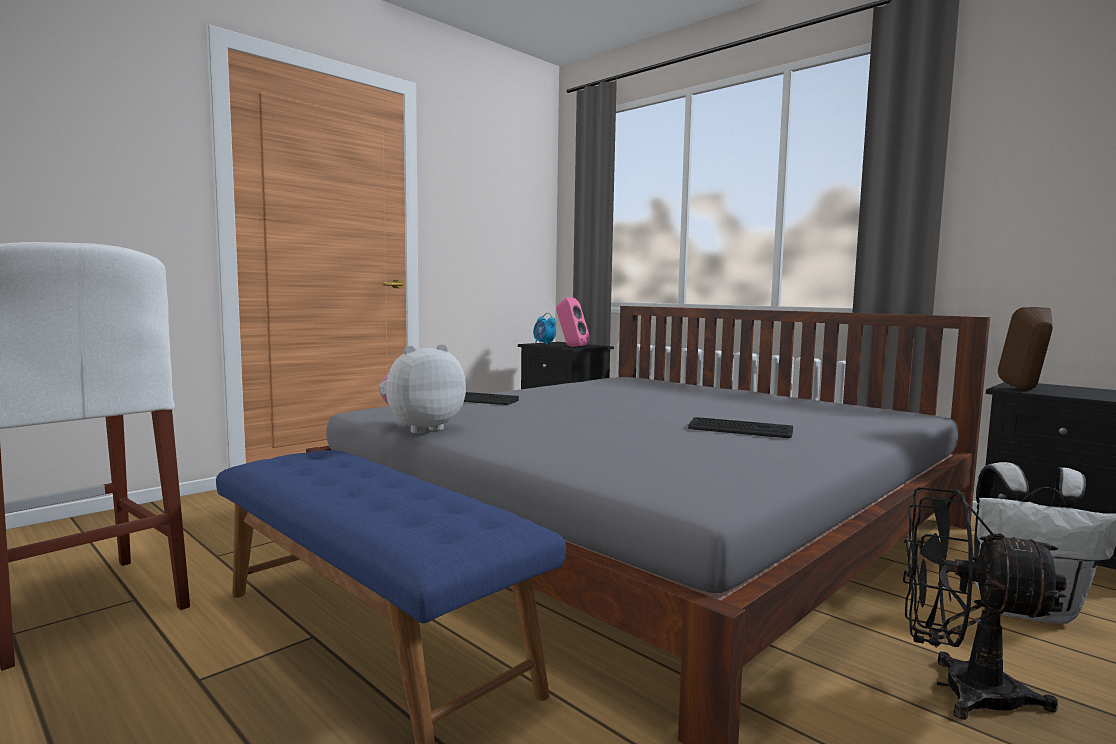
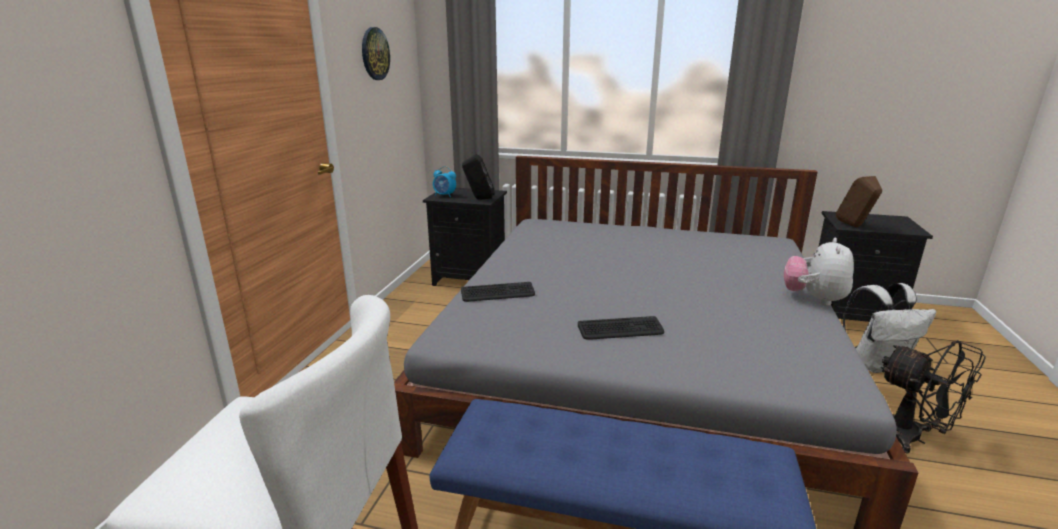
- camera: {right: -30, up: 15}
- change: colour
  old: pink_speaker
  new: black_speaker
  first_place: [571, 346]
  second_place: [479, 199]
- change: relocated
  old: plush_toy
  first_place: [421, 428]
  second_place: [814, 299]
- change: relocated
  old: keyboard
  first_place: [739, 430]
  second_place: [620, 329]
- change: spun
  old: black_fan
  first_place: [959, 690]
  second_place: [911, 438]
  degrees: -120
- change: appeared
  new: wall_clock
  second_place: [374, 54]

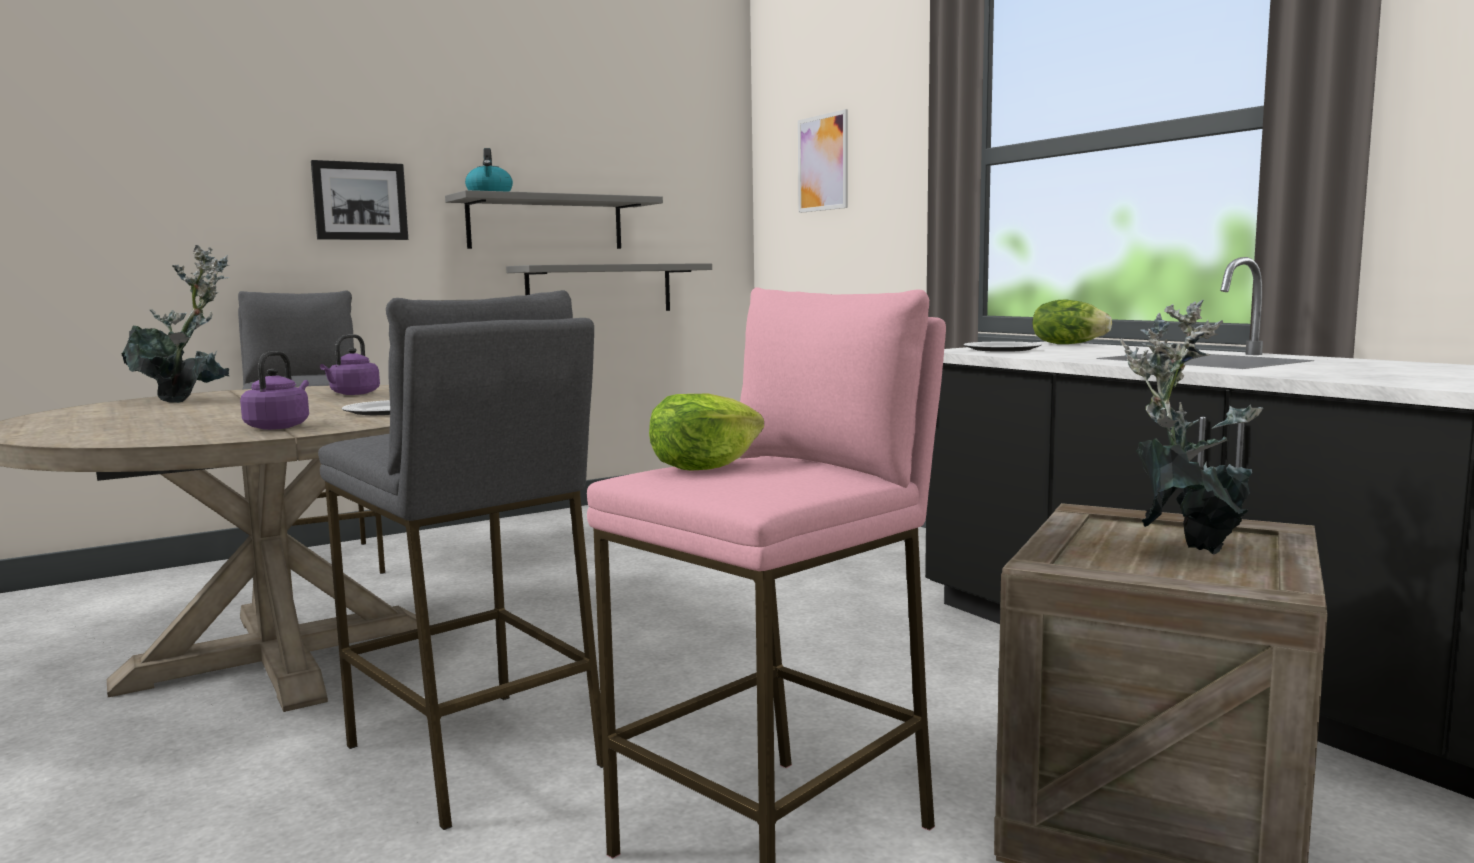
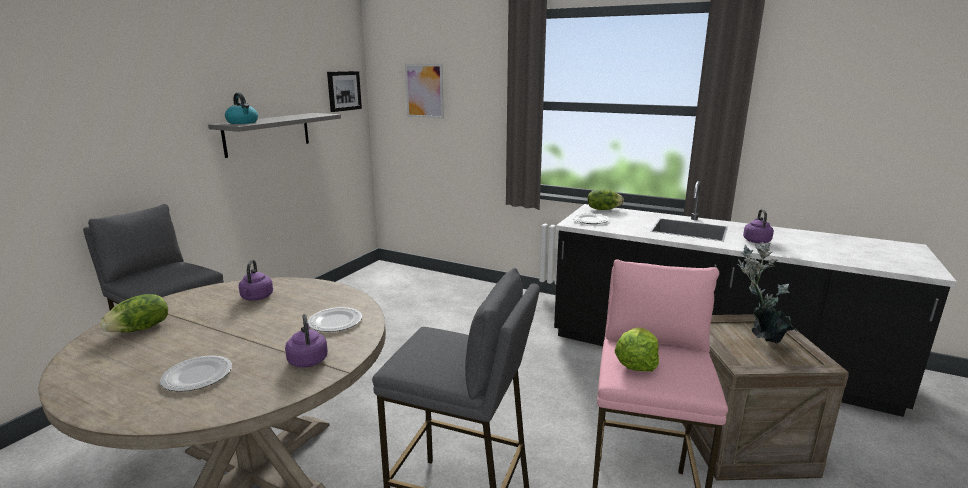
- camera: {right: -30, up: 10}
- change: relocated
  old: picture
  first_place: [360, 201]
  second_place: [343, 91]
- change: exchanged
  old: potted_plant
  new: lettuce
  first_place: [186, 400]
  second_place: [141, 329]
- change: missing
  old: grey_shelf
  first_place: [600, 289]
- change: appeared
  new: purple_kettle
  second_place: [756, 240]
- change: appeared
  new: plate
  second_place: [198, 375]

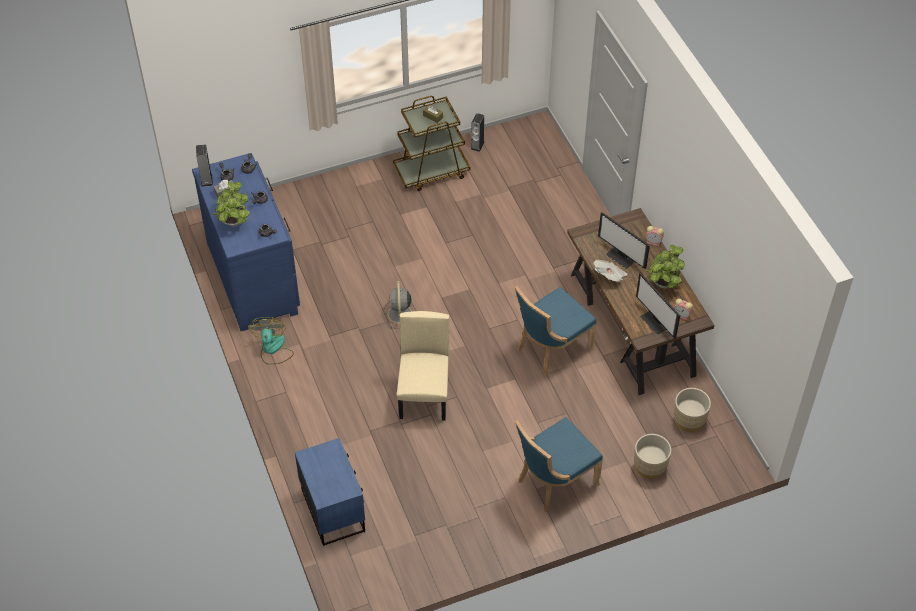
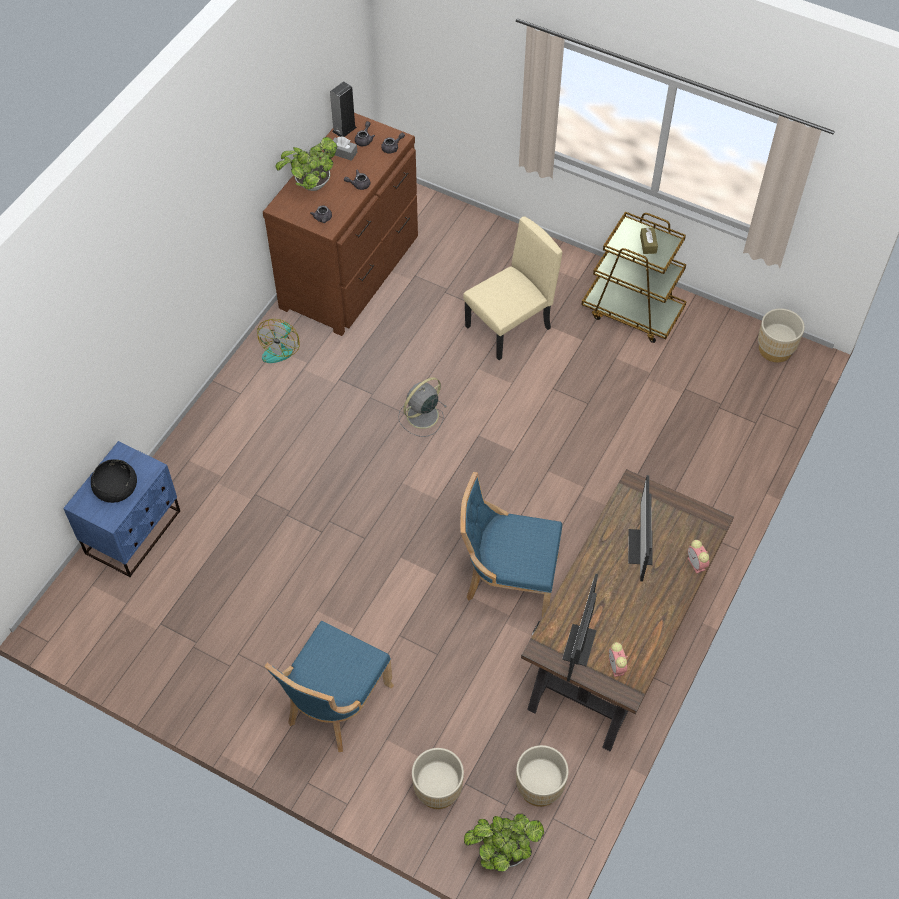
- camera: {right: 50, up: 5}
- change: missing
  old: speaker
  first_place: [477, 145]
- change: colour
  old: blue_dresser
  new: brown_dresser
  first_place: [254, 277]
  second_place: [352, 272]
- change: relocated
  old: potted_plant
  first_place: [663, 284]
  second_place: [503, 851]
- change: missing
  old: newspaper
  first_place: [610, 276]
- change: relocated
  old: beige_chair
  first_place: [424, 397]
  second_place: [508, 328]
- change: spun
  old: fan
  first_place: [273, 349]
  second_place: [281, 347]
  degrees: 150
- change: spun
  old: blue_chair
  first_place: [554, 482]
  second_place: [335, 706]
  degrees: -75
- change: appeared
  new: beige_planter
  second_place: [775, 349]
- change: appeared
  new: black_bowl
  second_place: [116, 487]

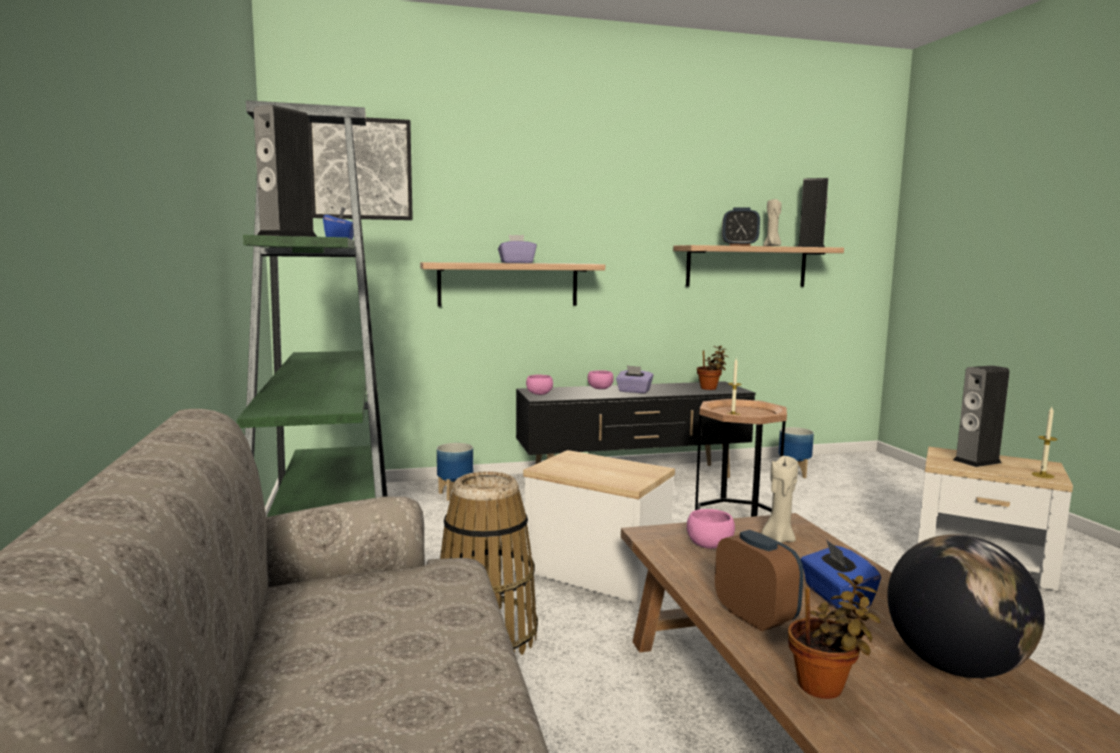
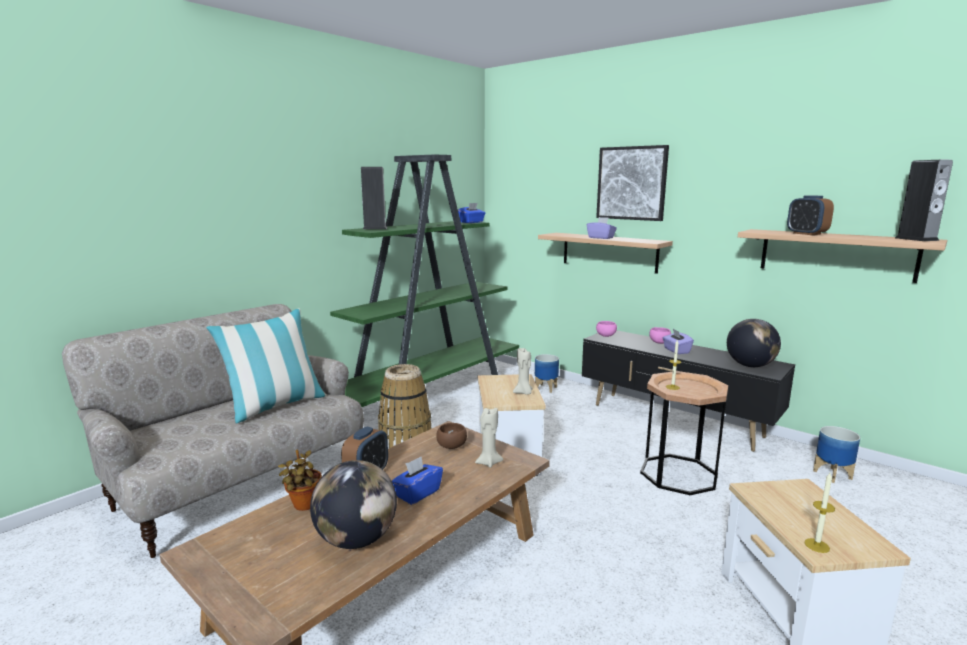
- camera: {right: 55, up: 5}
- change: relocated
  old: picture
  first_place: [361, 169]
  second_place: [631, 183]
- change: relocated
  old: beige_candle
  first_place: [772, 246]
  second_place: [523, 393]
- change: exchanged
  old: potted_plant
  new: globe
  first_place: [710, 388]
  second_place: [750, 365]
- change: missing
  old: speaker
  first_place: [977, 461]
- change: colour
  old: pink_bowl
  new: brown_bowl
  first_place: [710, 545]
  second_place: [452, 446]
- change: appeared
  new: pillow
  second_place: [275, 406]

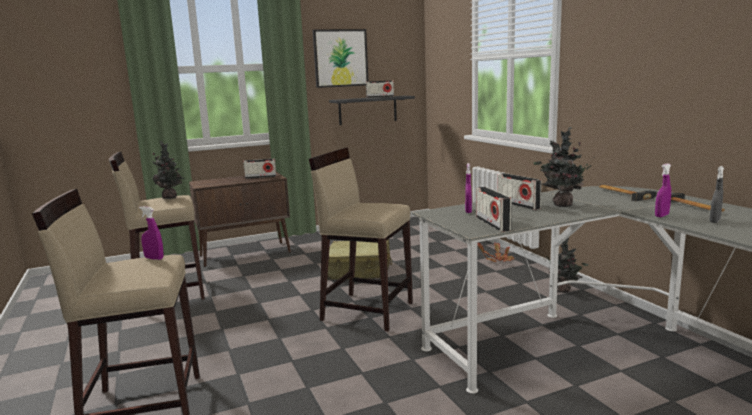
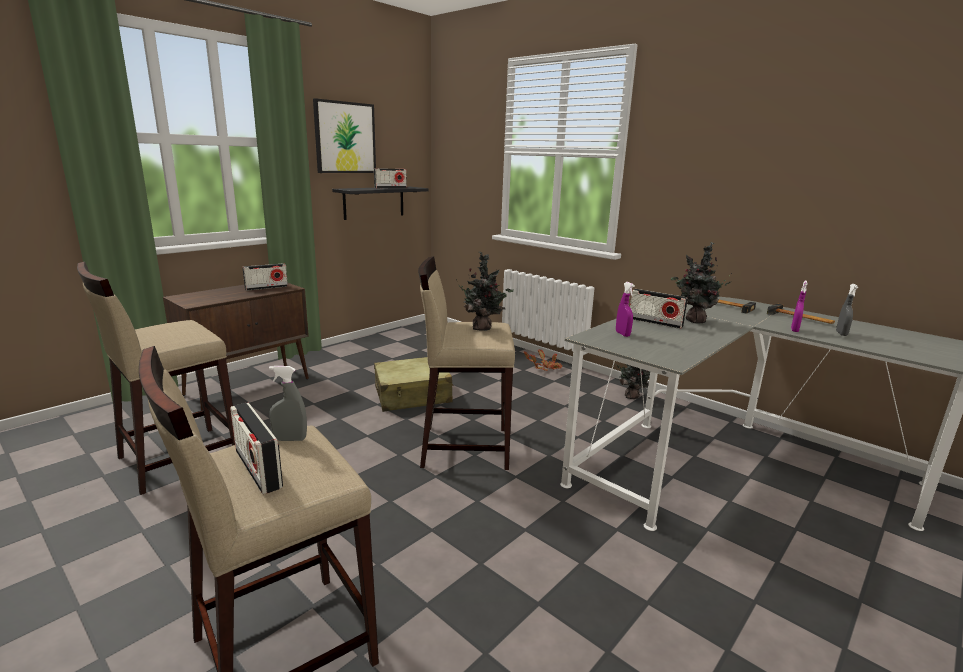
- camera: {right: -25, up: 5}
- change: relocated
  old: potted_plant
  first_place: [171, 197]
  second_place: [483, 328]
- change: relocated
  old: radio
  first_place: [492, 223]
  second_place: [258, 469]
- change: colour
  old: purple_spray_bottle
  new: grey_spray_bottle
  first_place: [154, 258]
  second_place: [290, 439]

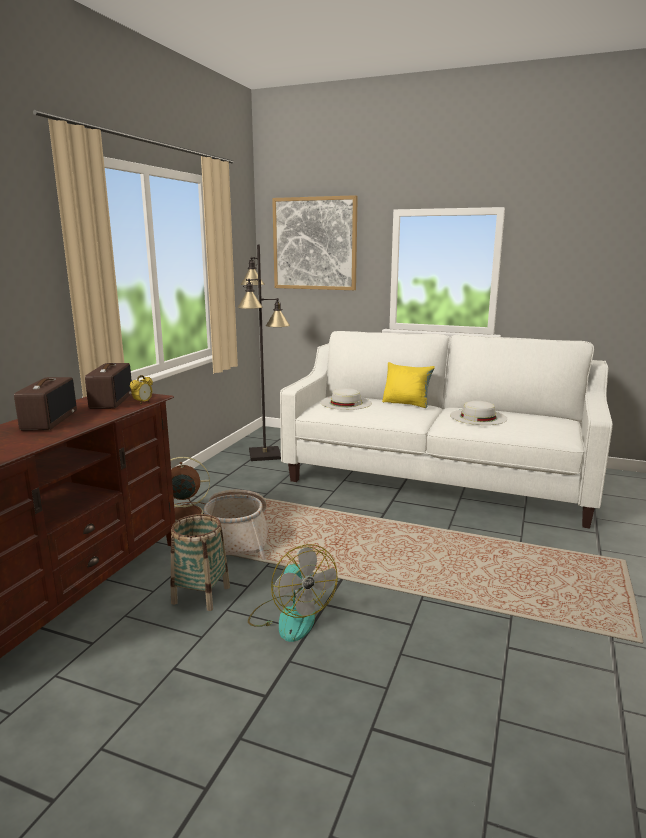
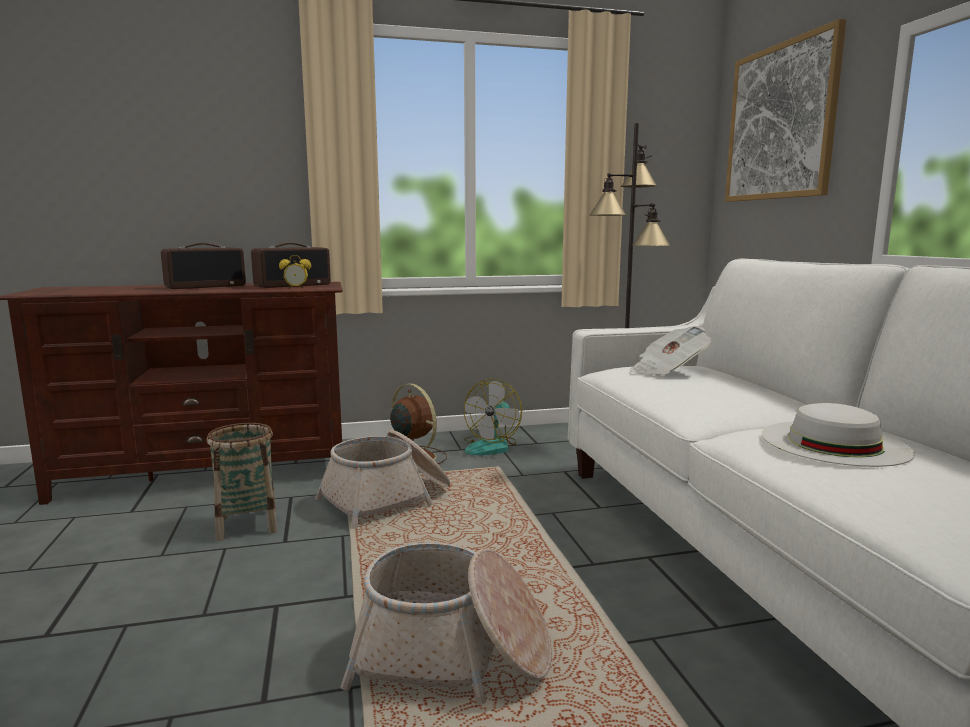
- camera: {right: 55, up: -5}
- change: missing
  old: yellow_pillow
  first_place: [406, 403]
- change: exchanged
  old: white_hat
  new: newspaper
  first_place: [346, 403]
  second_place: [667, 371]
- change: relocated
  old: fan
  first_place: [290, 617]
  second_place: [492, 446]
- change: appeared
  new: basket
  second_place: [452, 654]

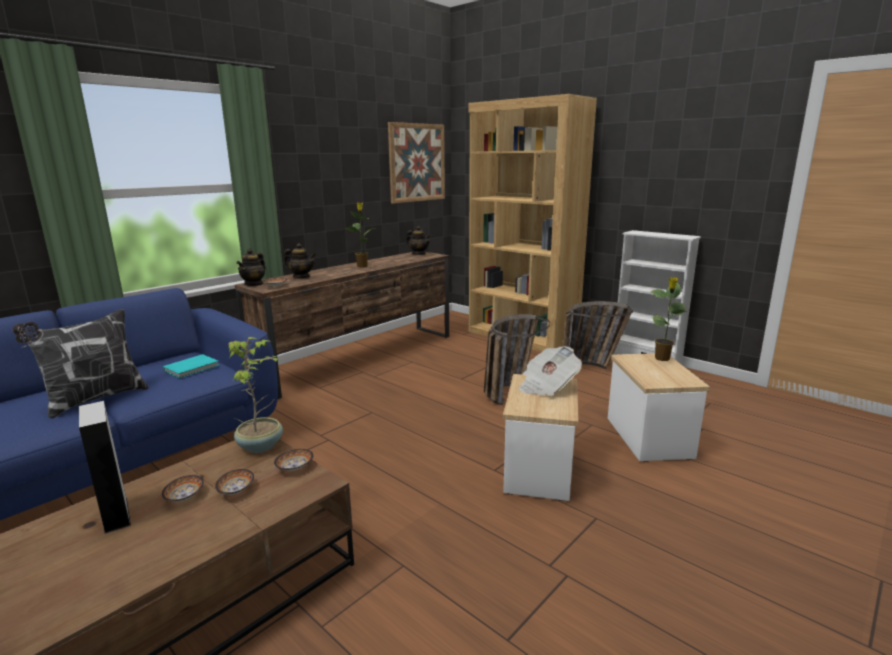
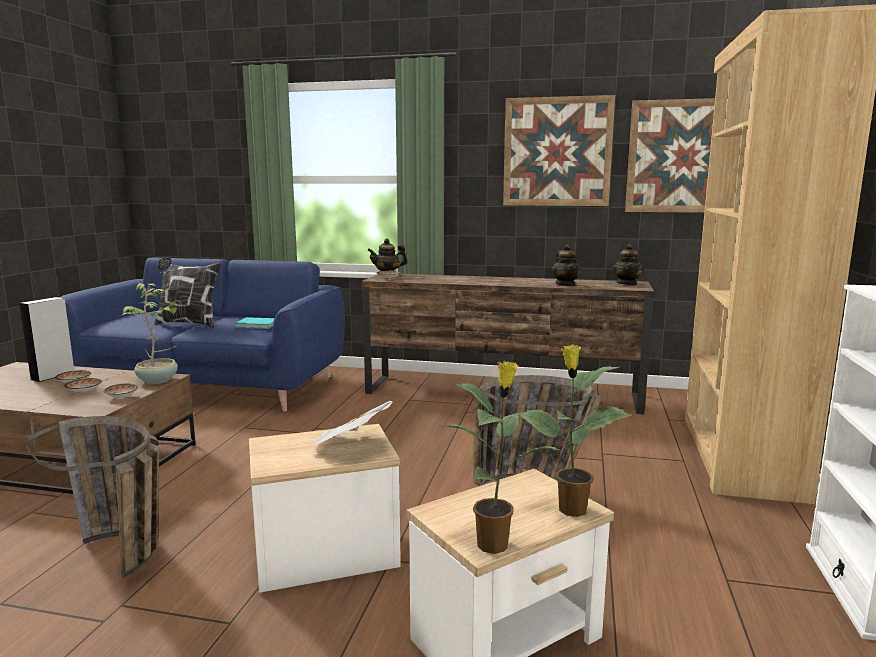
- camera: {right: 60, up: -5}
- change: relocated
  old: potted_plant
  first_place: [362, 266]
  second_place: [494, 544]
- change: relocated
  old: teapot
  first_place: [301, 277]
  second_place: [565, 284]
- change: relocated
  old: basket
  first_place: [591, 368]
  second_place: [127, 561]
- change: appeared
  new: picture
  second_place: [557, 152]

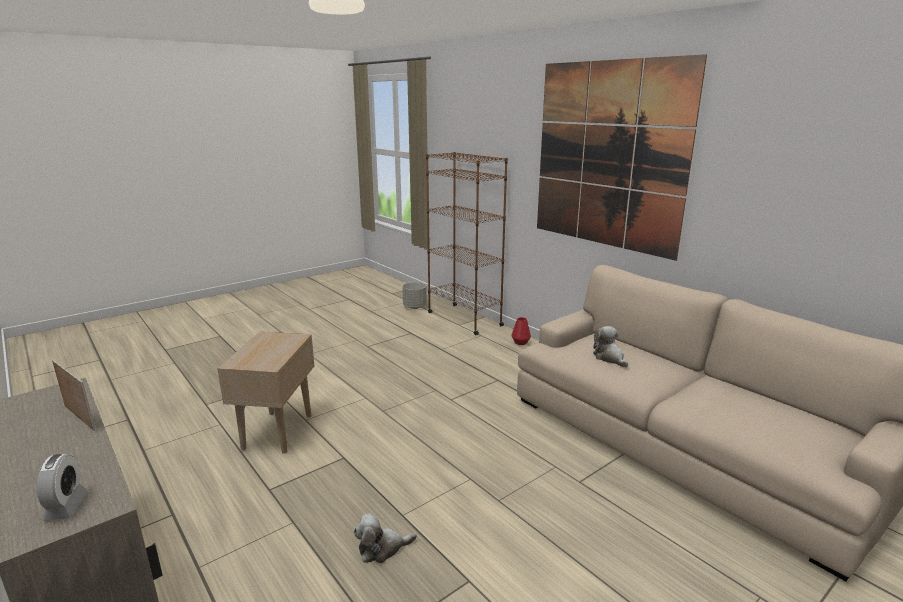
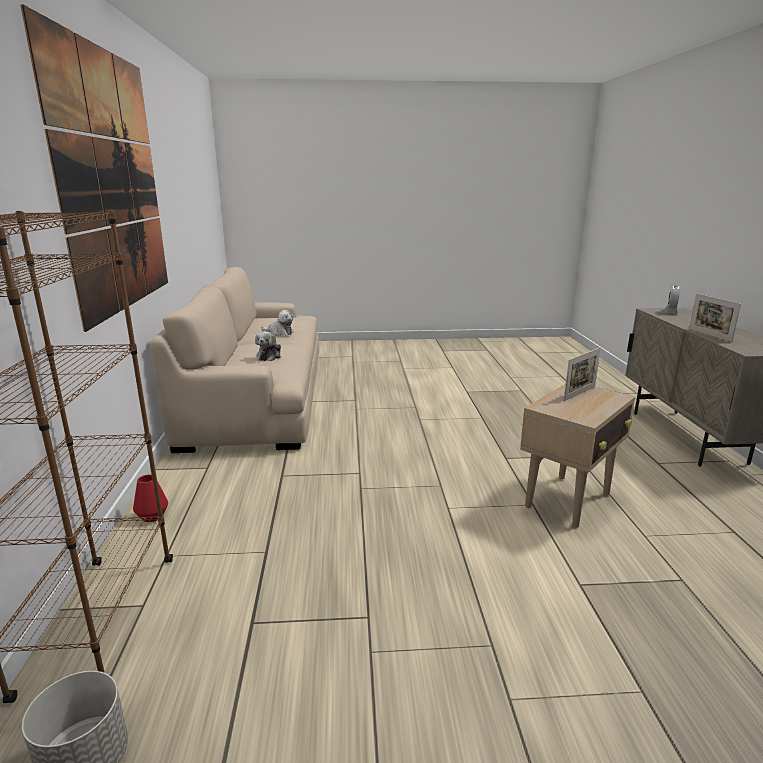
- camera: {right: -145, up: 0}
- change: relocated
  old: plush_toy
  first_place: [382, 548]
  second_place: [279, 333]
- change: appeared
  new: picture_frame
  second_place: [579, 393]

